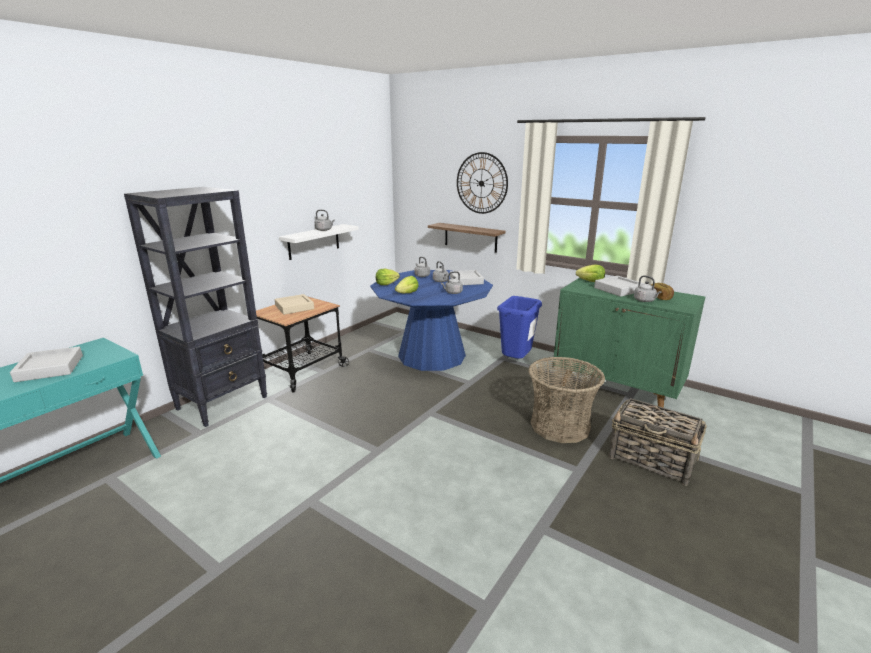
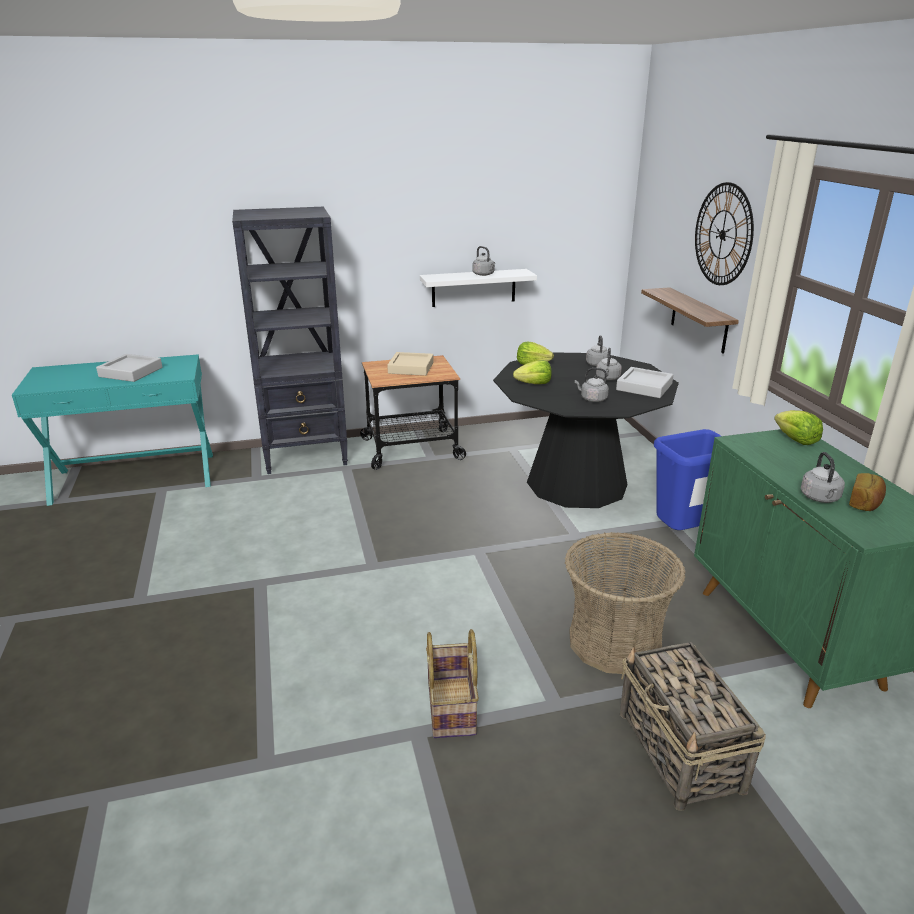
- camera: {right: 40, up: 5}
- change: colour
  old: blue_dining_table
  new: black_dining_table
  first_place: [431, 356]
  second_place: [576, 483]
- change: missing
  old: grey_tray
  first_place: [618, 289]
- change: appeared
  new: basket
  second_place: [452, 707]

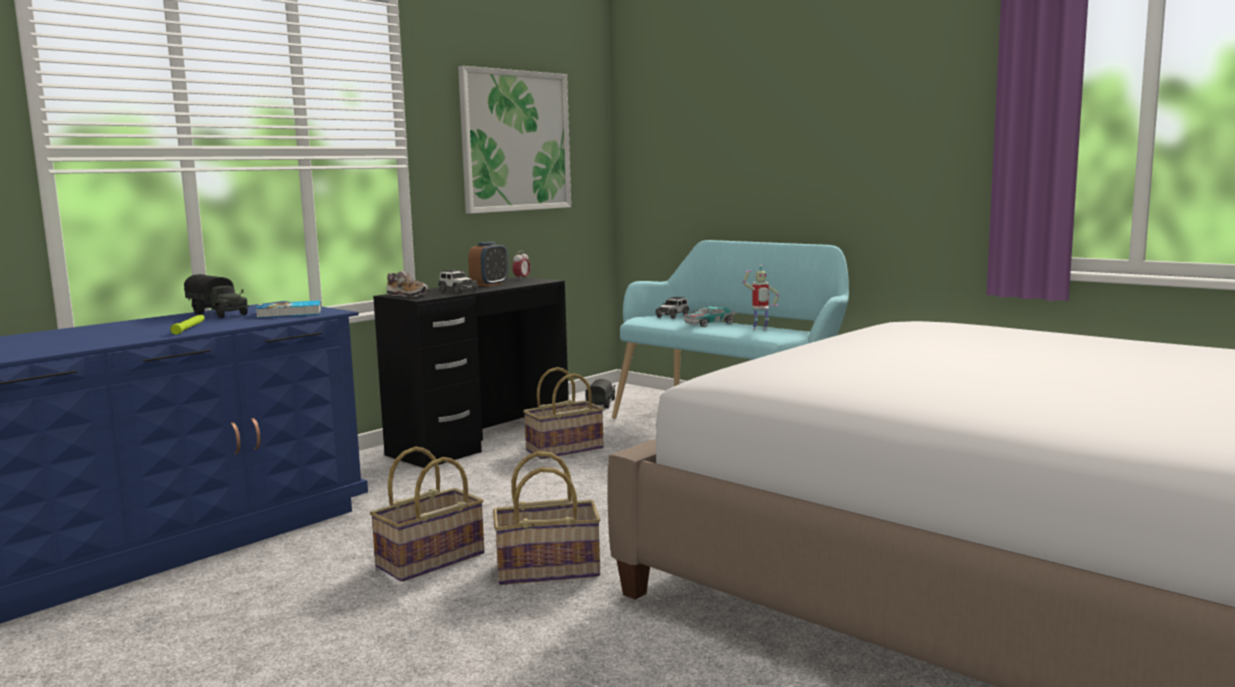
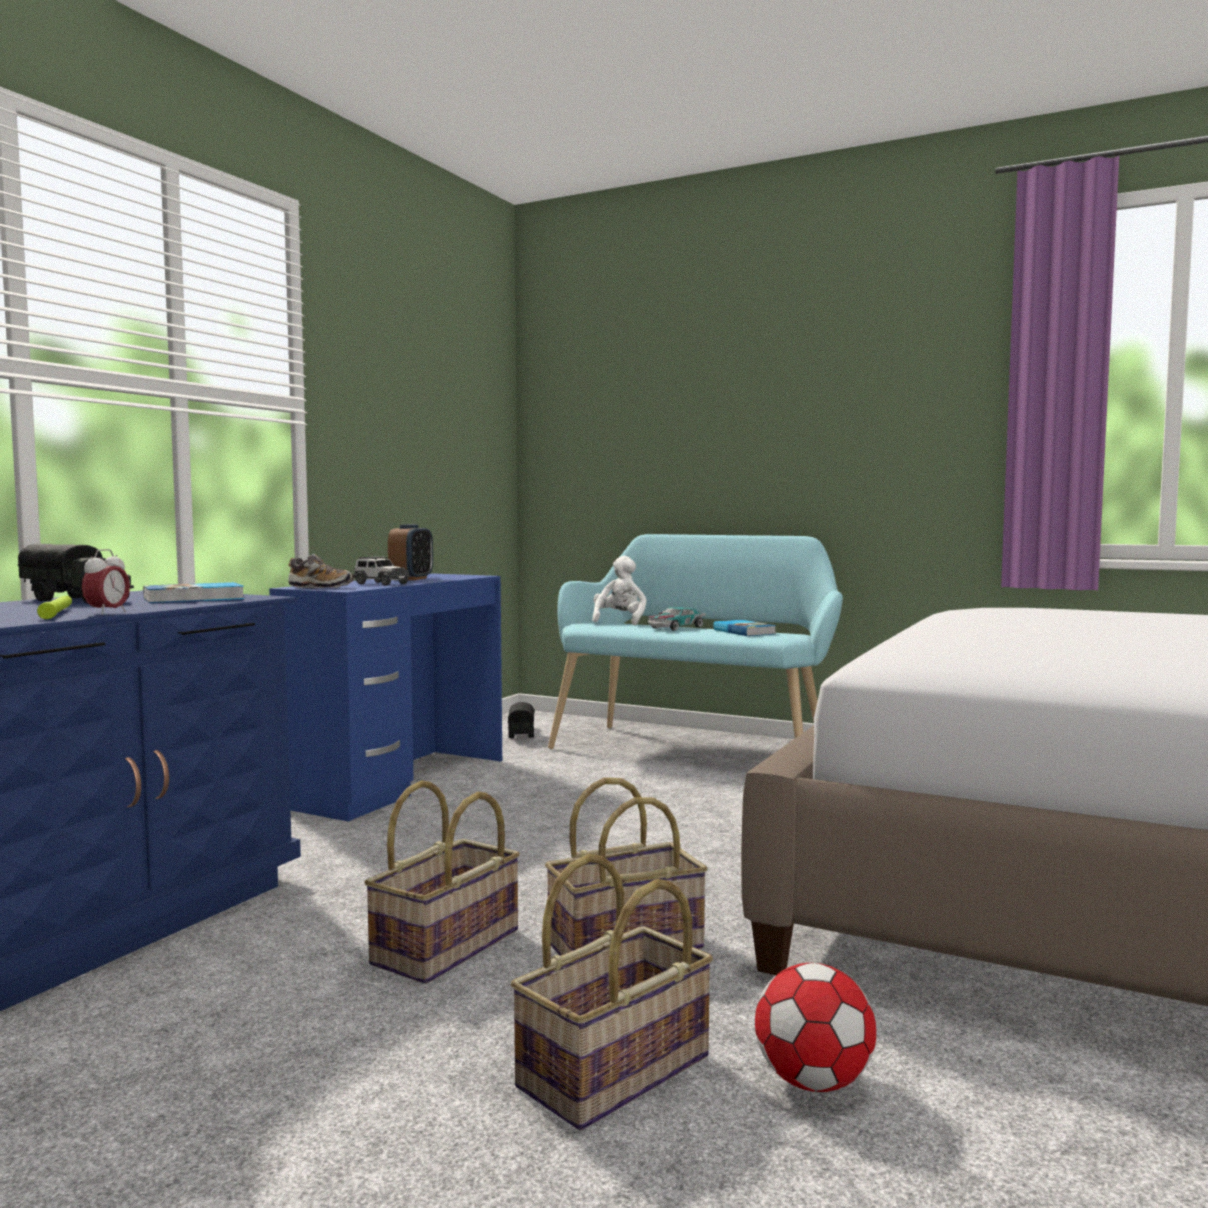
- camera: {right: -15, up: -5}
- change: missing
  old: picture
  first_place: [515, 141]
- change: relocated
  old: alarm_clock
  first_place: [521, 279]
  second_place: [107, 613]
- change: exchanged
  old: toy_robot
  new: book
  first_place: [760, 329]
  second_place: [744, 632]
- change: colour
  old: black_desk
  new: blue_desk
  first_place: [481, 440]
  second_place: [398, 781]
- change: exchanged
  old: toy_car
  new: white_plush_toy
  first_place: [673, 316]
  second_place: [620, 621]
- change: relocated
  old: basket
  first_place: [564, 449]
  second_place: [615, 1073]
- change: appeared
  new: football
  second_place: [813, 1082]

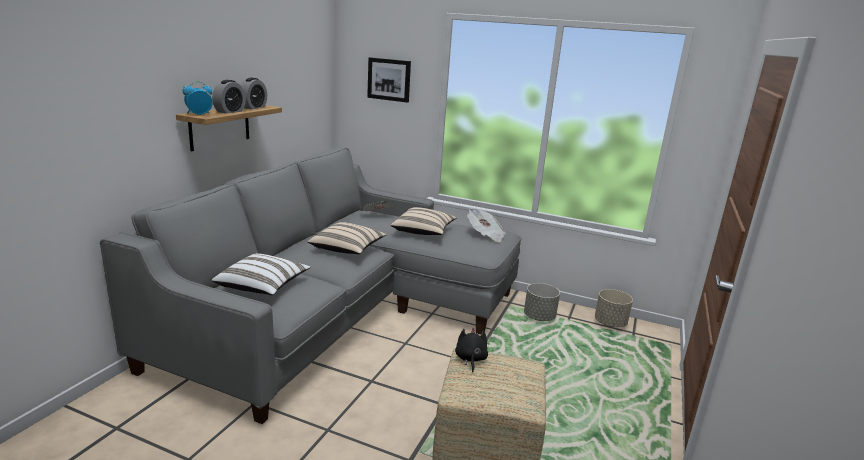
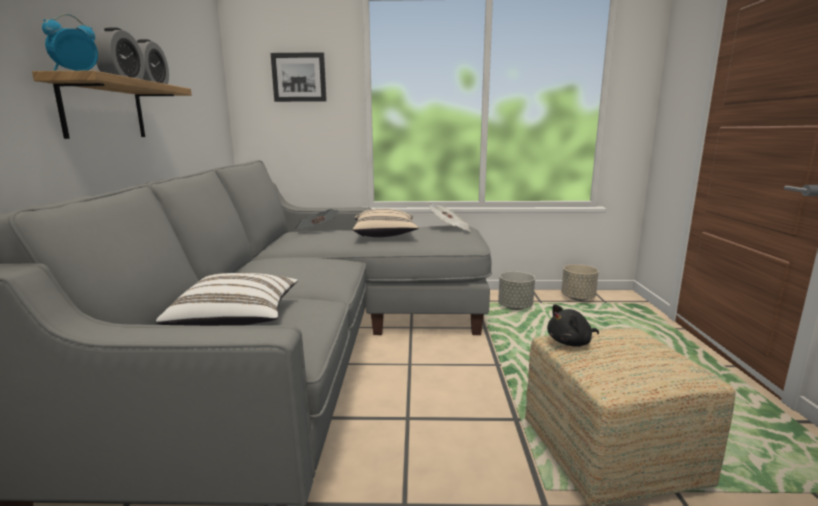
- camera: {right: -20, up: -5}
- change: missing
  old: beige_pillow
  first_place: [347, 249]
- change: spun
  old: black_plush_toy
  first_place: [470, 359]
  second_place: [571, 342]
  degrees: -90

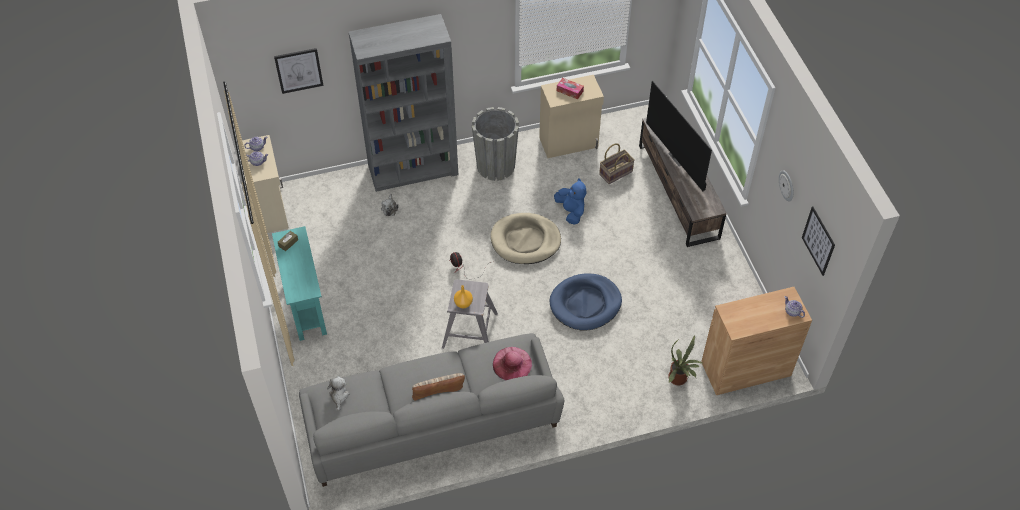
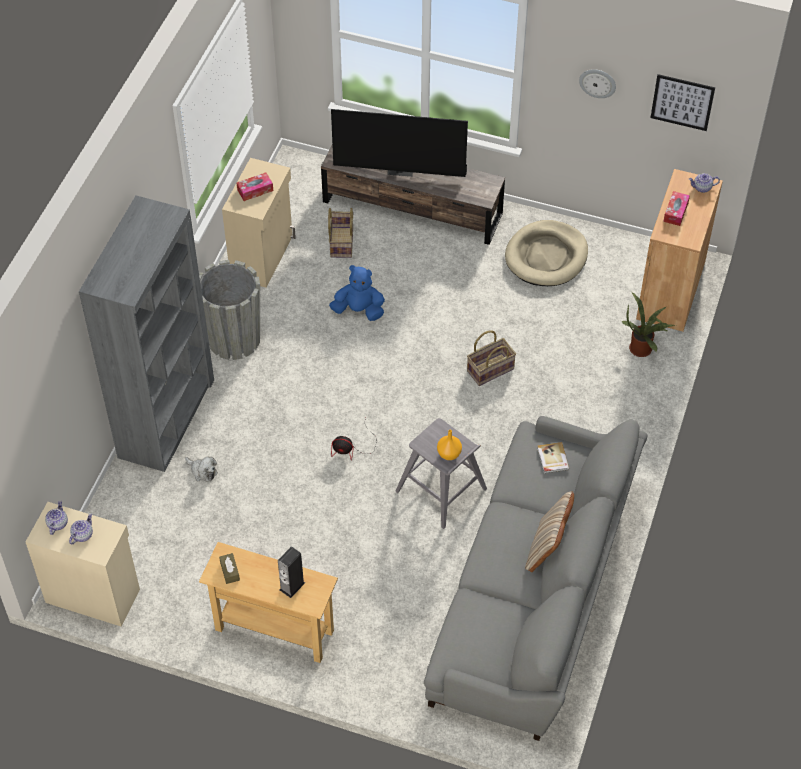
- camera: {right: -55, up: 0}
- change: missing
  old: picture
  first_place: [299, 70]
- change: relocated
  old: beige_dog_bed
  first_place: [525, 241]
  second_place: [546, 256]
- change: colour
  old: turquoise_console_table
  new: beige_console_table
  first_place: [306, 305]
  second_place: [274, 630]
- change: exchanged
  old: blue_dog_bed
  new: basket
  first_place: [585, 304]
  second_place: [490, 369]
- change: exchanged
  old: pink_hat
  new: book
  first_place: [512, 364]
  second_place: [552, 459]
- change: missing
  old: plush_toy
  first_place: [339, 396]
- change: appeared
  new: tissue_box
  second_place: [675, 212]
- change: appeared
  new: speaker
  second_place: [292, 586]

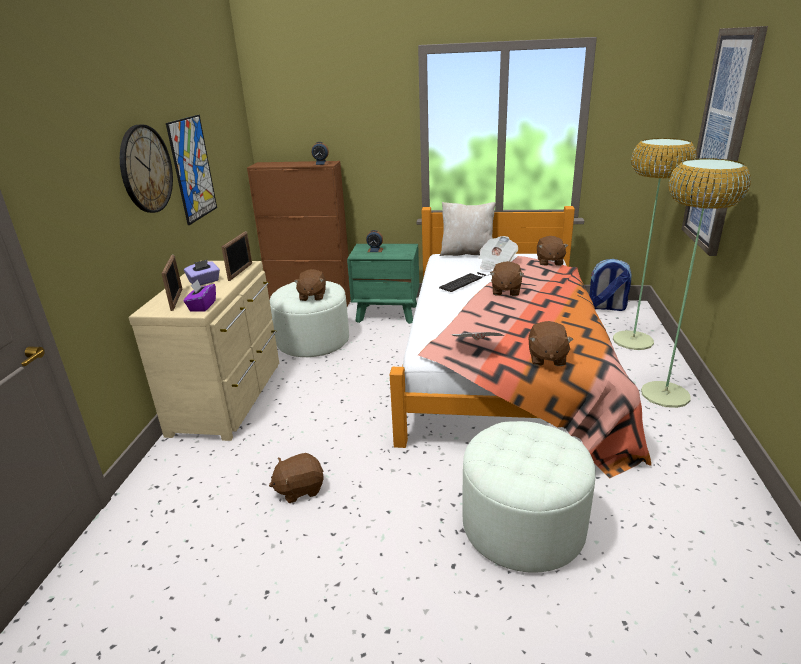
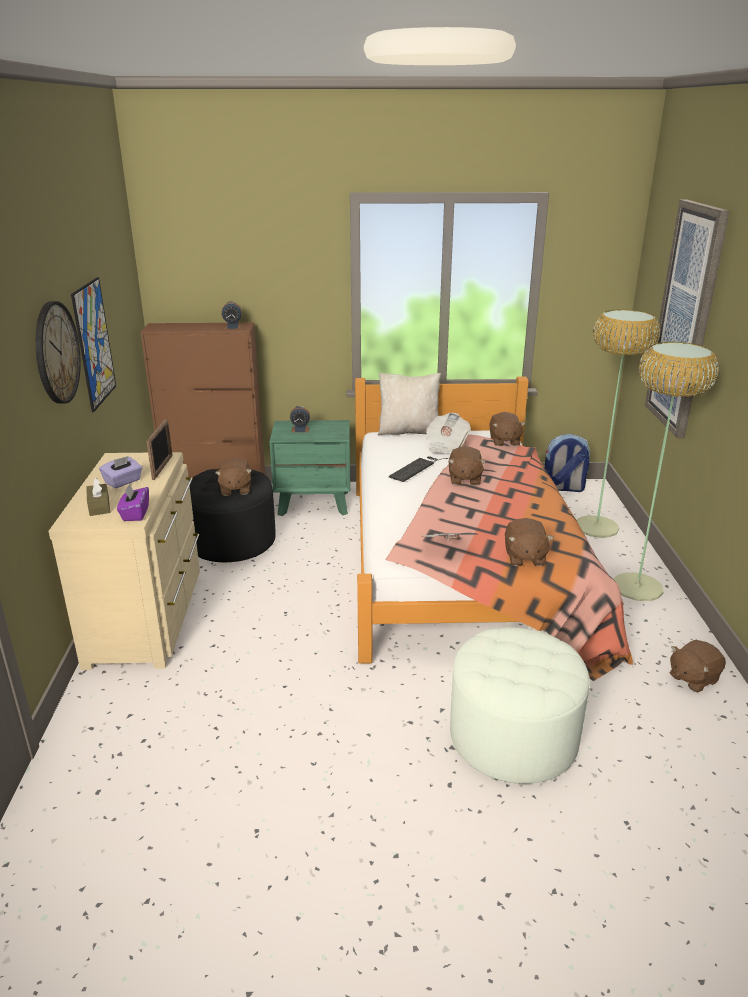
- camera: {right: -10, up: 0}
- change: exchanged
  old: picture_frame
  new: brown_tissue_box
  first_place: [176, 299]
  second_place: [99, 506]
- change: colour
  old: white_ottoman
  new: black_ottoman
  first_place: [313, 341]
  second_place: [232, 541]
- change: relocated
  old: brown_plush_toy
  first_place: [299, 489]
  second_place: [692, 678]

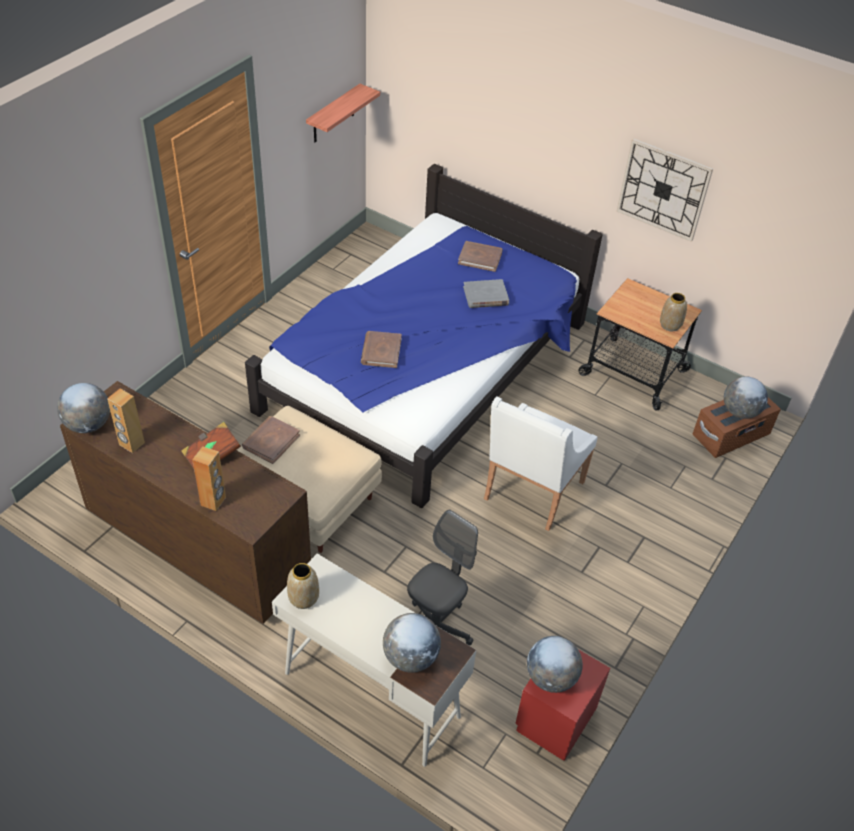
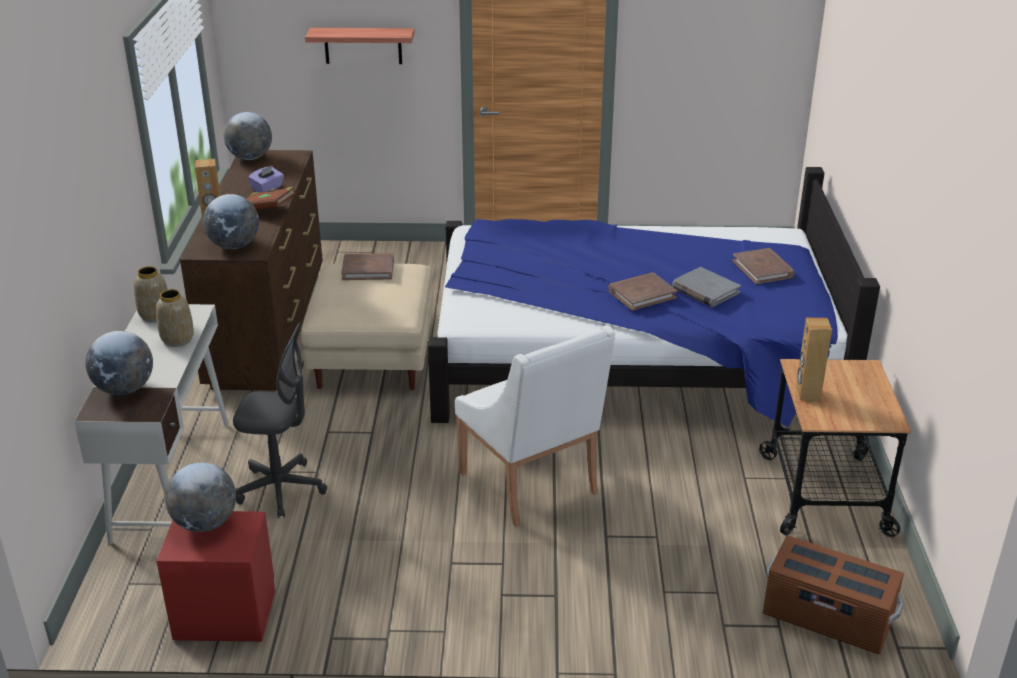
- camera: {right: 60, up: -15}
- change: relocated
  old: shelf
  first_place: [333, 114]
  second_place: [363, 45]
- change: missing
  old: wall_clock
  first_place: [663, 189]
- change: relocated
  old: vase
  first_place: [670, 325]
  second_place: [178, 340]
- change: relocated
  old: brown_book
  first_place: [381, 351]
  second_place: [642, 294]
- change: relocated
  old: globe
  first_place: [740, 412]
  second_place: [234, 246]
- change: relocated
  old: brown_speaker
  first_place: [131, 444]
  second_place: [807, 393]
- change: spun
  old: white_armchair
  first_place: [531, 492]
  second_place: [532, 484]
  degrees: -120
- change: appeared
  new: purple_tissue_box
  second_place: [267, 189]

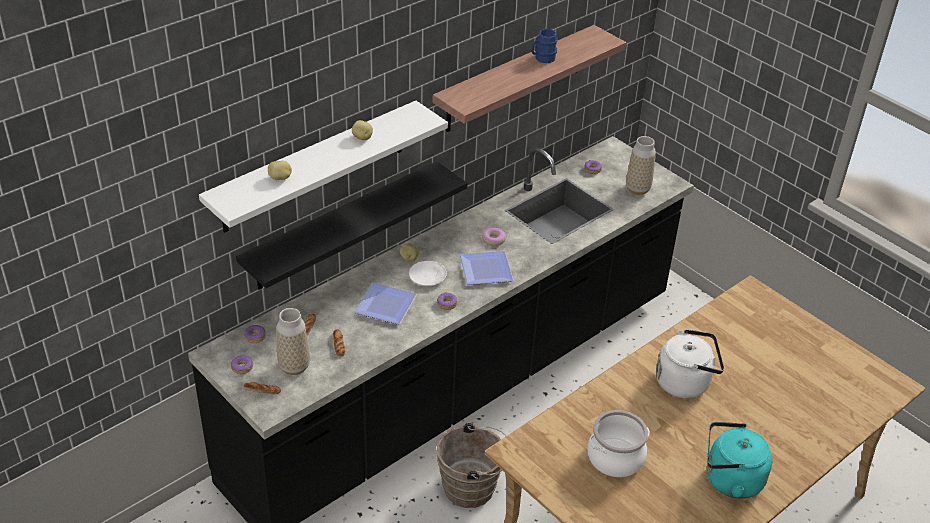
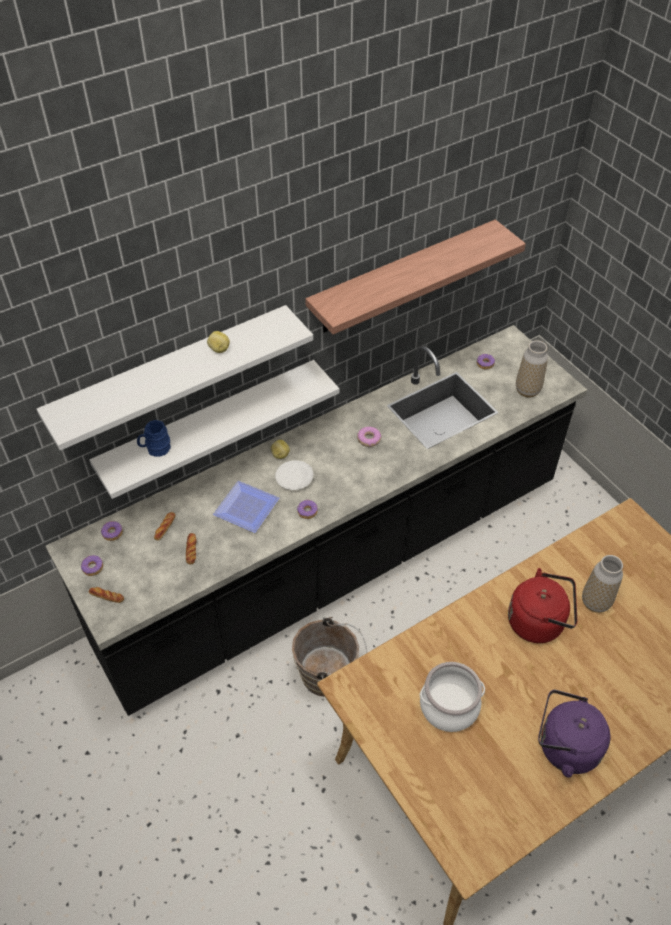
- camera: {right: 10, up: 10}
- change: relocated
  old: blue_mug
  first_place: [542, 58]
  second_place: [155, 449]
- change: colour
  old: black_shelf
  new: white_shelf
  first_place: [342, 226]
  second_place: [209, 424]
- change: missing
  old: potato
  first_place: [280, 178]
- change: missing
  old: plate
  first_place: [488, 271]
- change: relocated
  old: vase
  first_place: [294, 367]
  second_place: [595, 602]
- change: colour
  old: white_kettle
  new: red_kettle
  first_place: [685, 382]
  second_place: [539, 622]
- change: colour
  old: turquoise_kettle
  new: purple_kettle
  first_place: [729, 480]
  second_place: [564, 747]

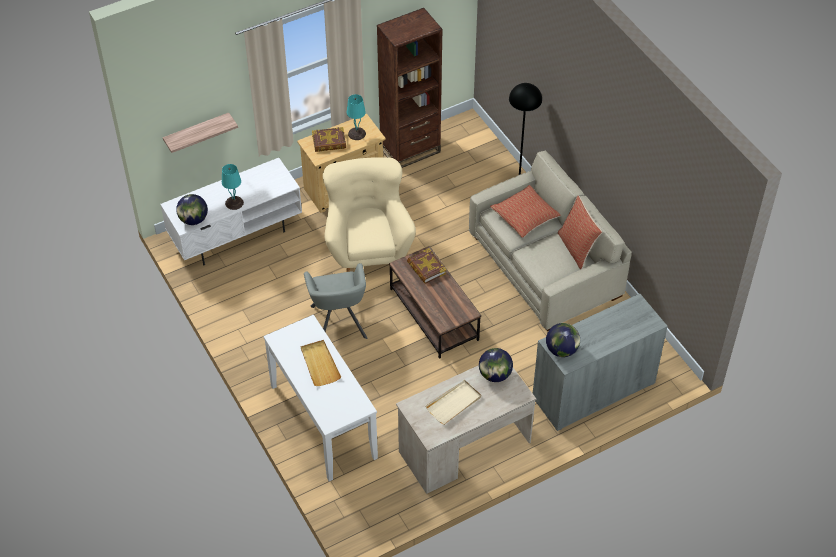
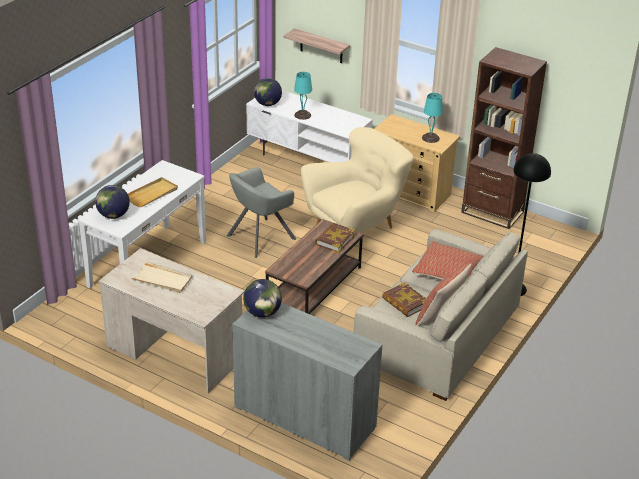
- camera: {right: 60, up: -15}
- change: relocated
  old: book
  first_place: [329, 142]
  second_place: [404, 303]
- change: relocated
  old: globe
  first_place: [495, 375]
  second_place: [113, 215]

